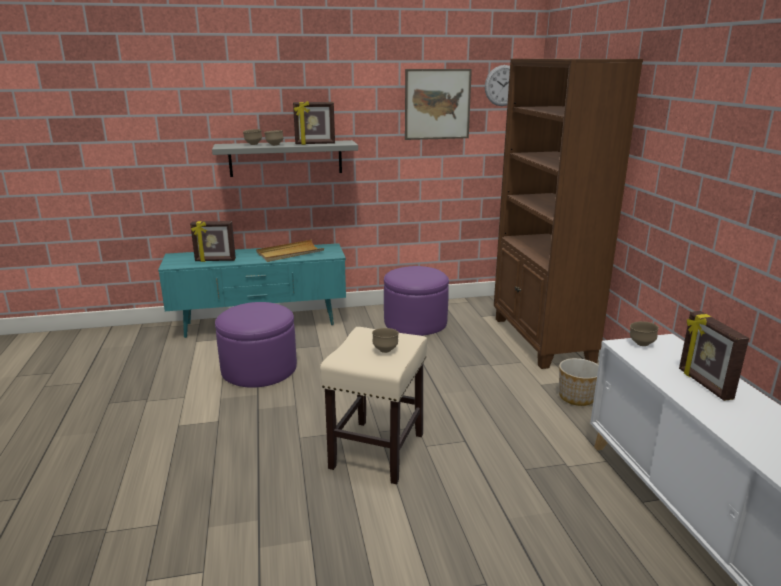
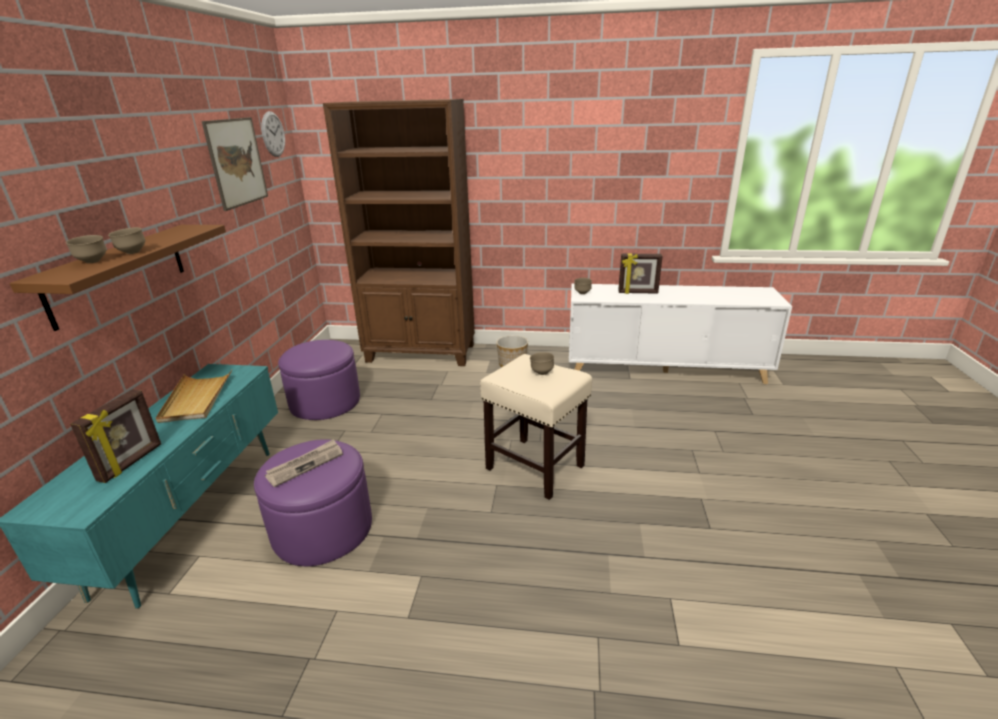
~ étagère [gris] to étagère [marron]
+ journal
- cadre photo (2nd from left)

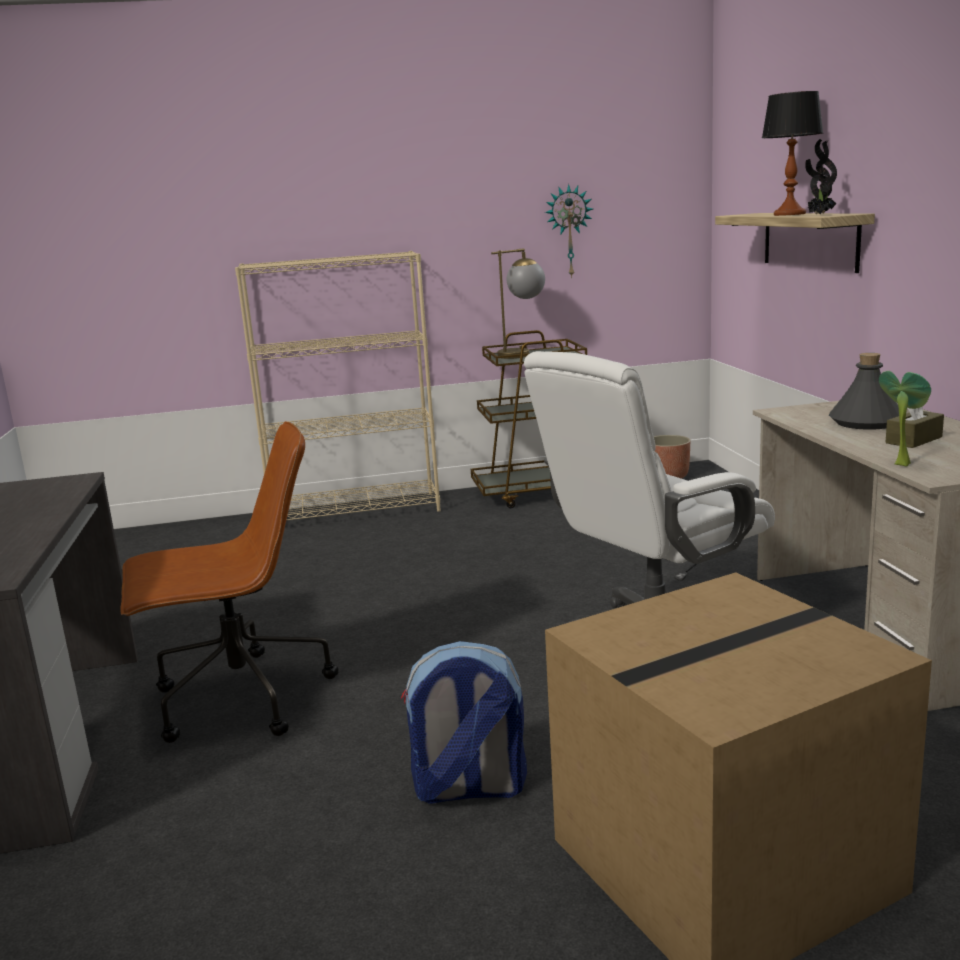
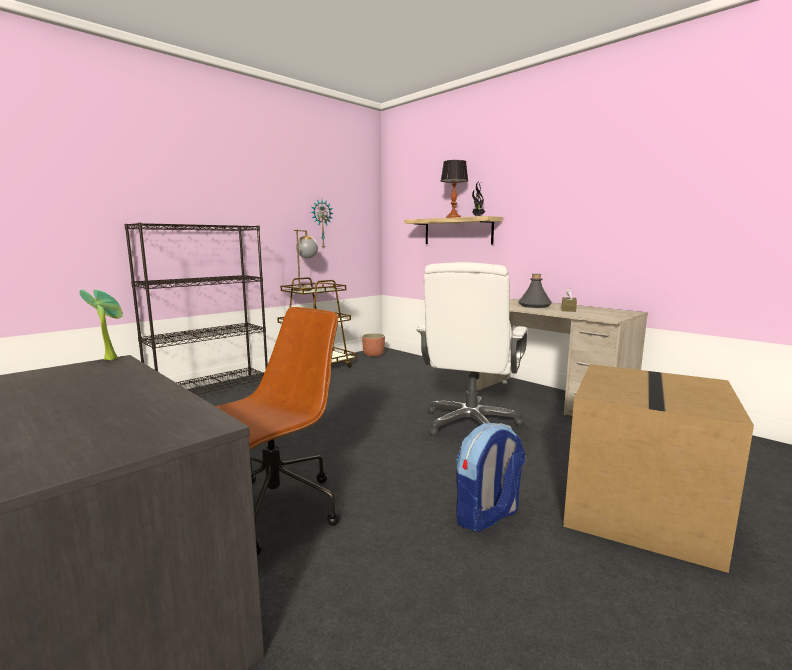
~ plante en pot (2nd from left in the first image) to plante en pot (1st from left)
~ bibliothèque [beige] to bibliothèque [noir]

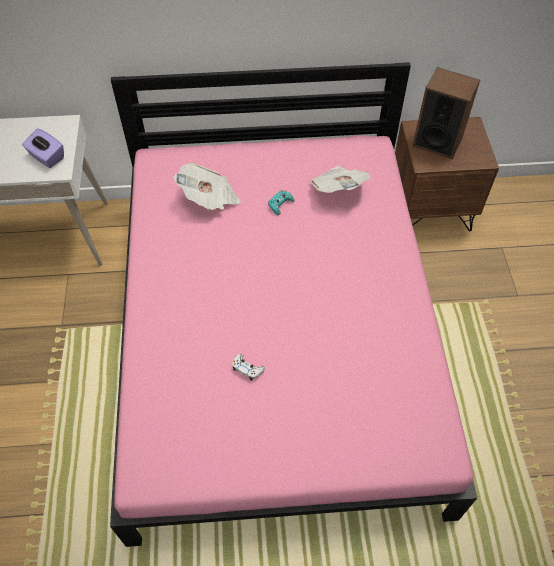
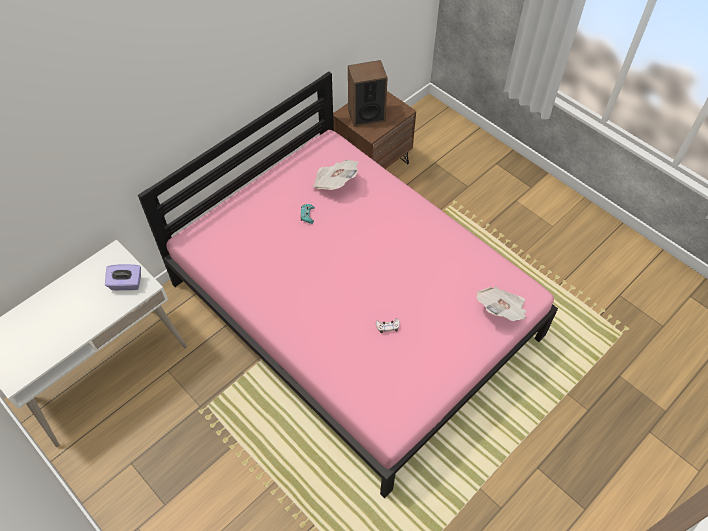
~ journal (1st from left in the first image) to journal (2nd from left)

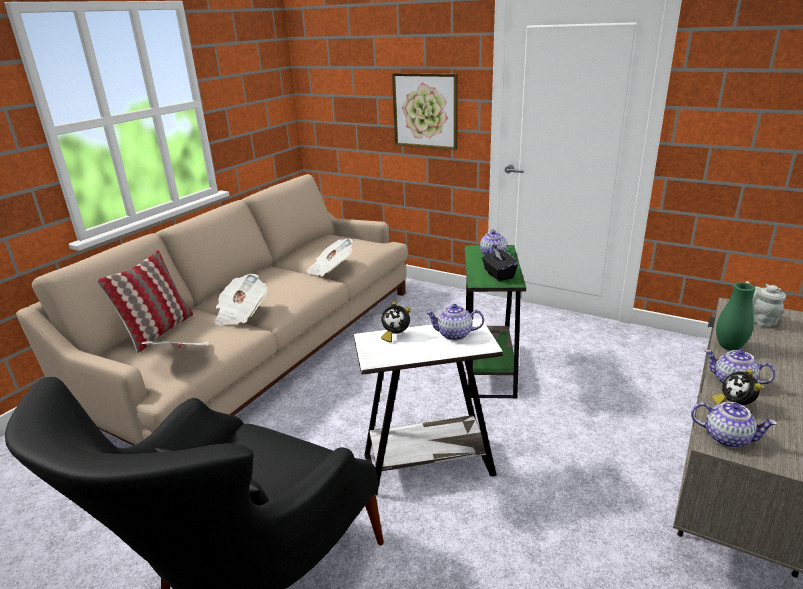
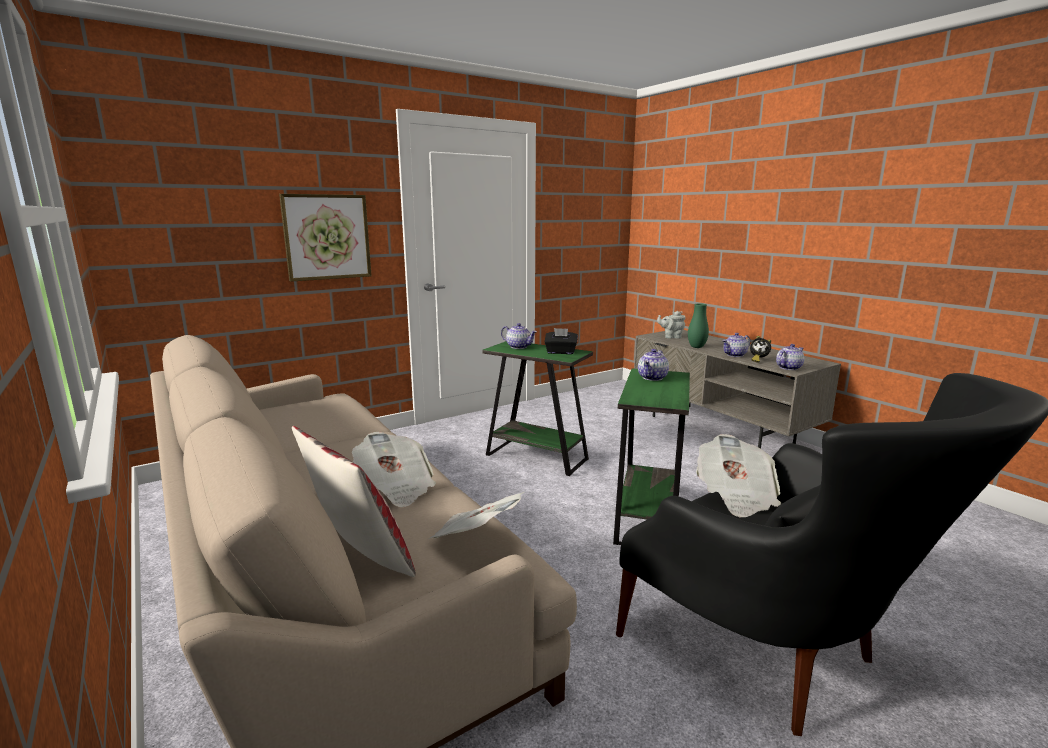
~ table d'appoint [blanc] to table d'appoint [vert] (2nd from left)
~ journal (3rd from left)
- réveil (1st from left)

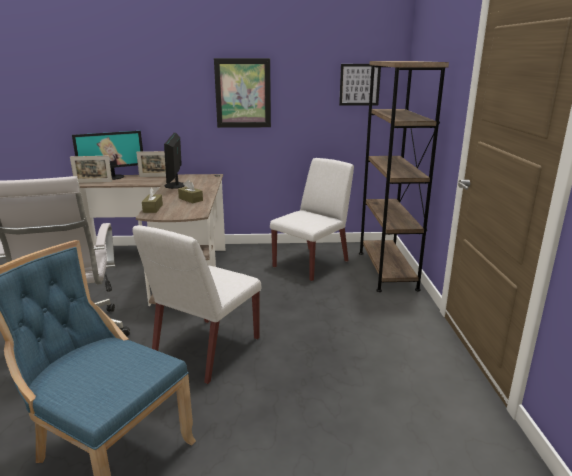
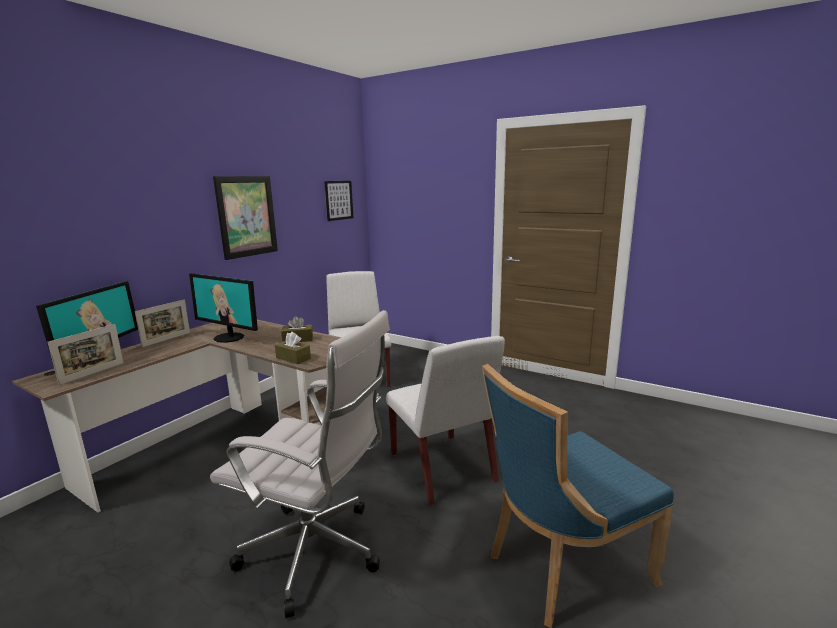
- bibliothèque [marron]

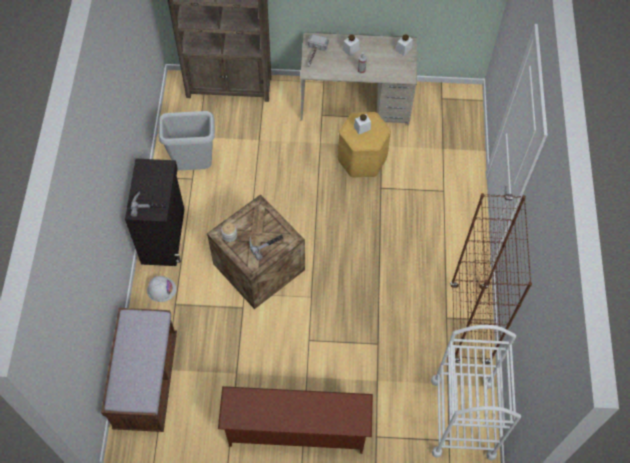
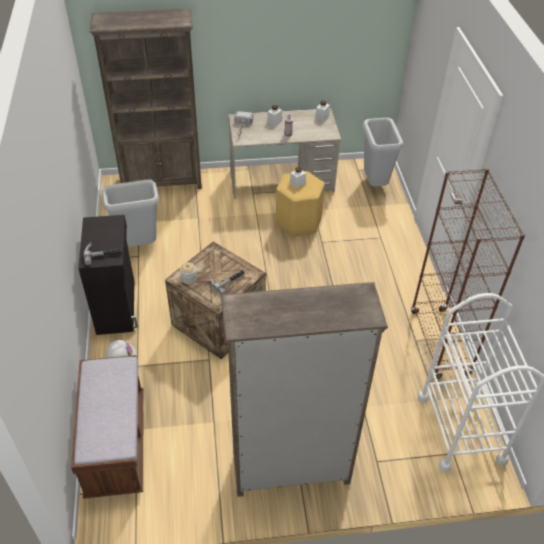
~ étagère à chaussures [marron] to bibliothèque [marron] (2nd from left)
+ poubelle [gris] (2nd from left)

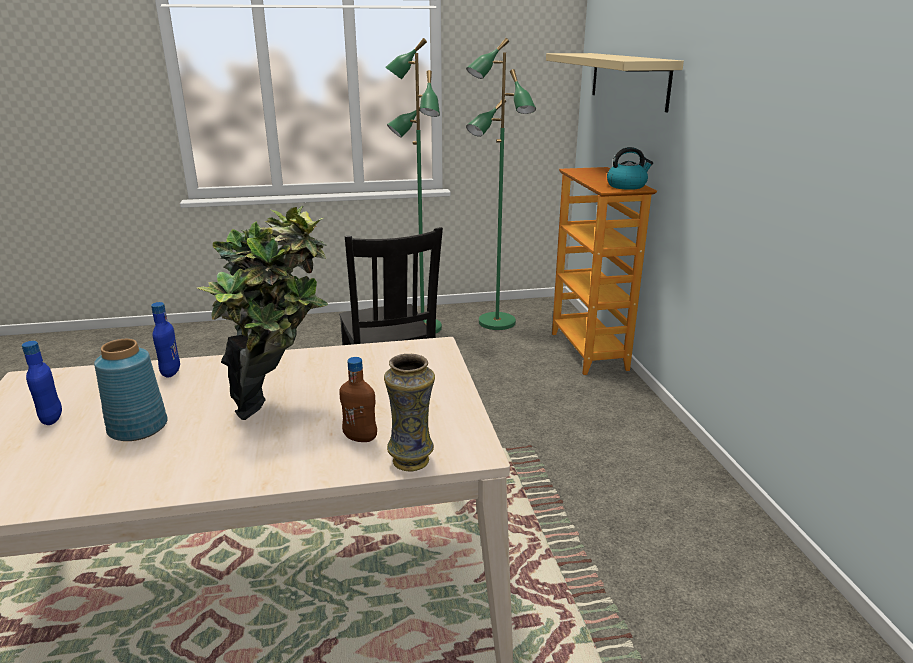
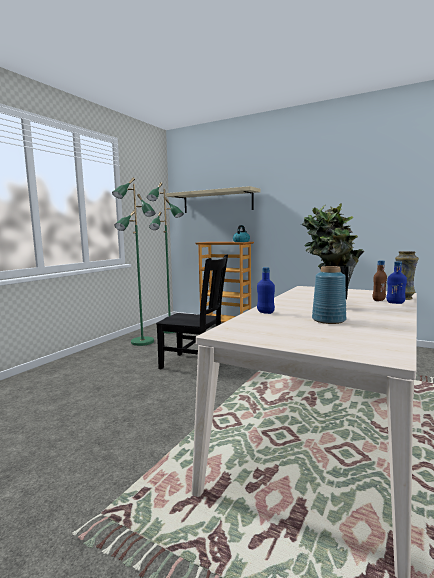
~ bouteille [bleu] (1st from left in the first image) to bouteille [bleu] (2nd from left)

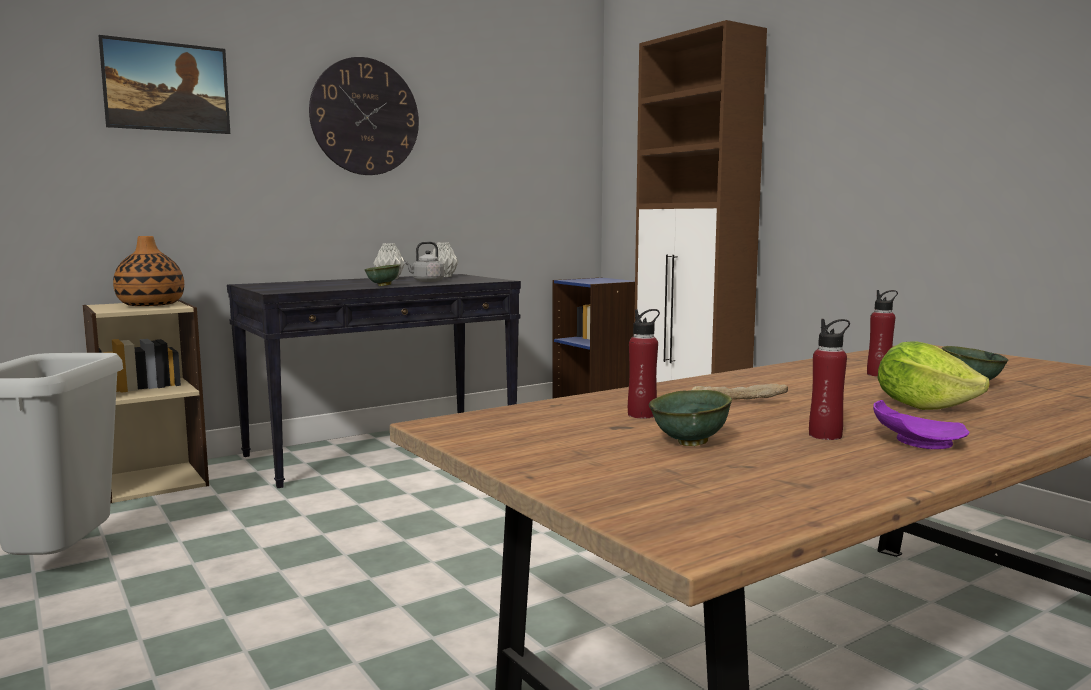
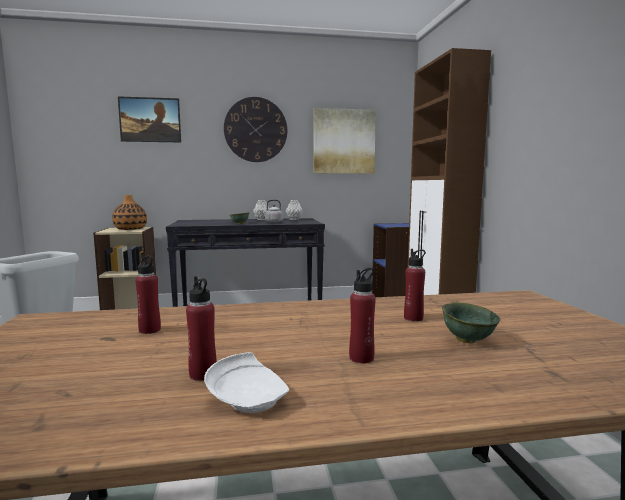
~ assiette [violet] to assiette [blanc]
+ tableau (2nd from left)
~ laitue to bouteille [rouge] (3rd from left)
- bol [vert] (2nd from left)
- pain

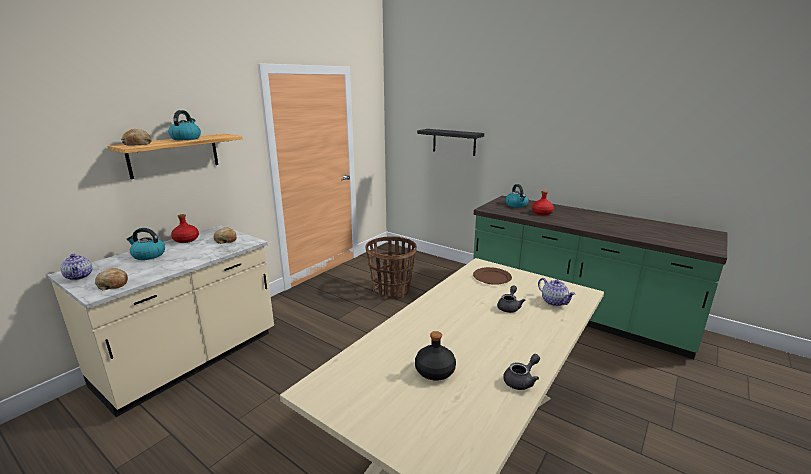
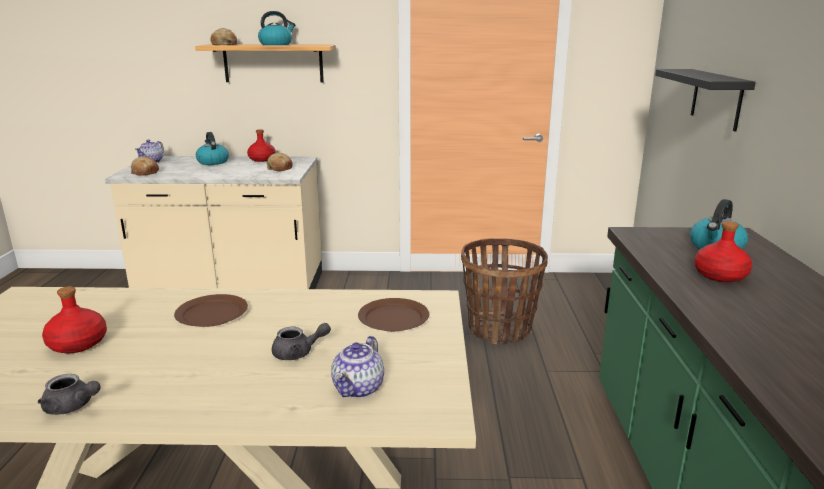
~ bouteille [noir] to bouteille [rouge] (1st from left)
+ assiette [marron] (1st from left)

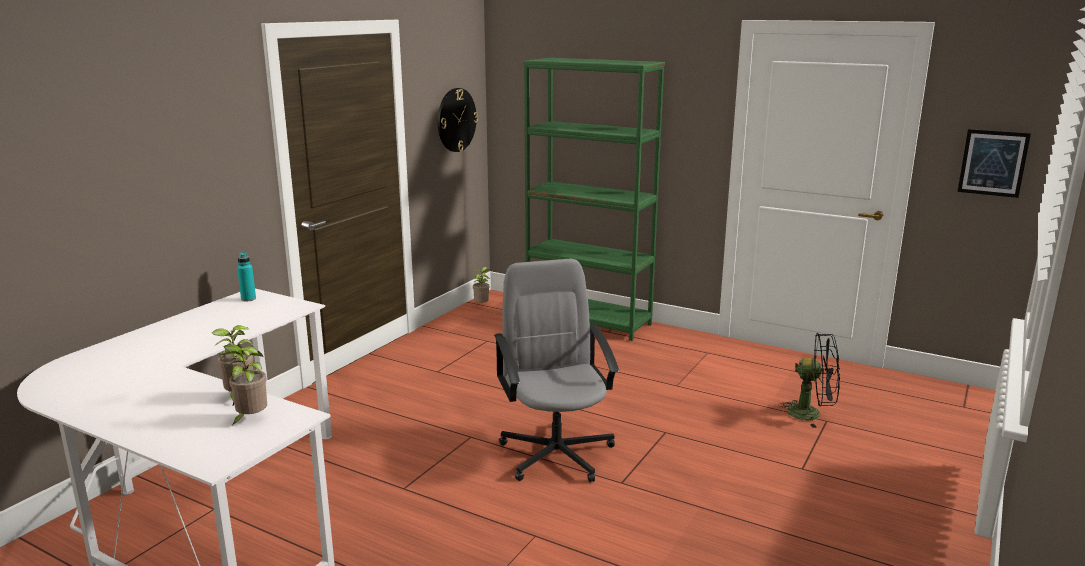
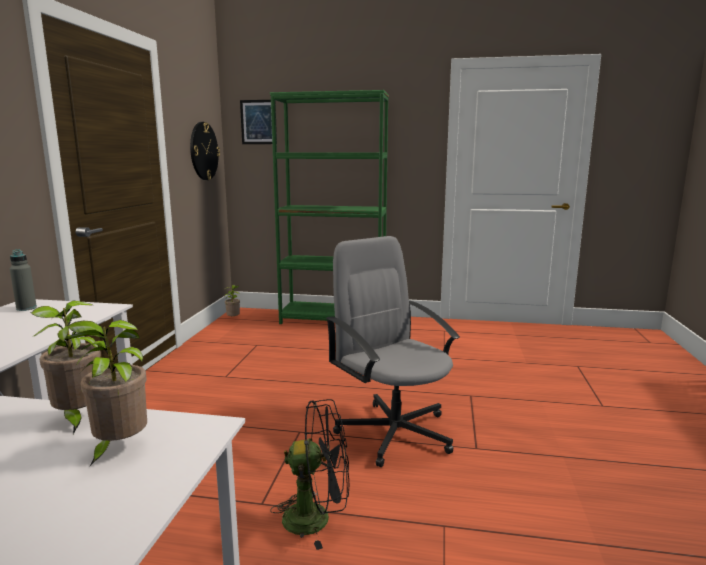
~ bouteille [turquoise] to bouteille [gris]
~ tableau
~ ventilateur [noir]

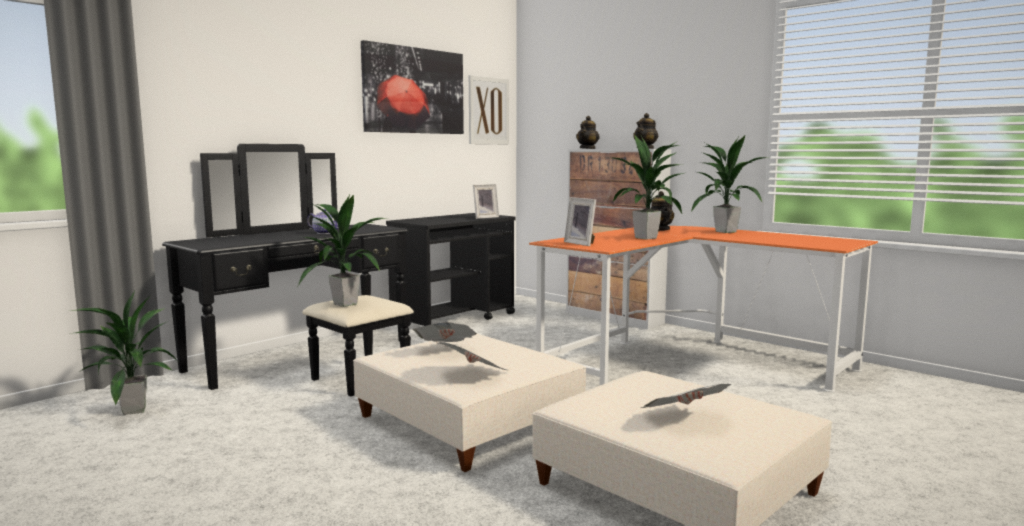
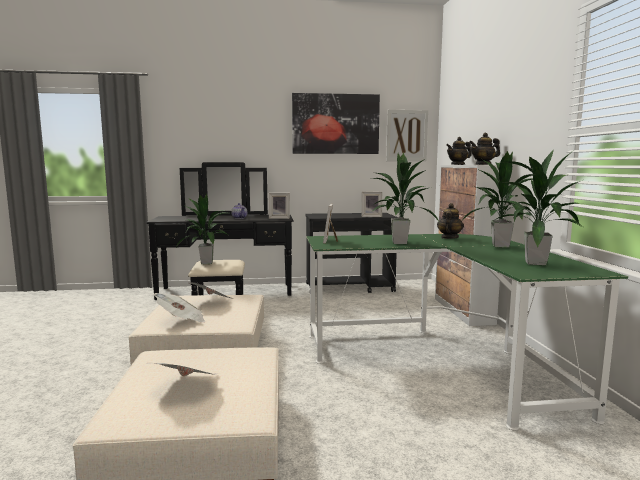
+ cadre photo (1st from left)
~ bureau [orange] to bureau [vert]
~ plante en pot (1st from left in the first image) to plante en pot (4th from left)

